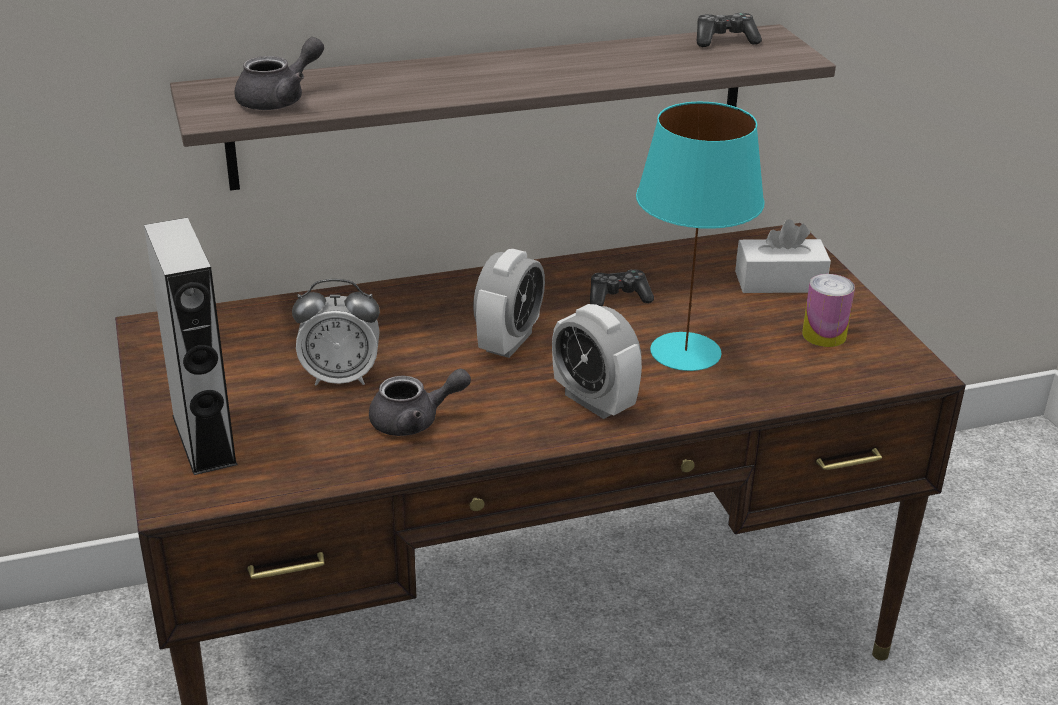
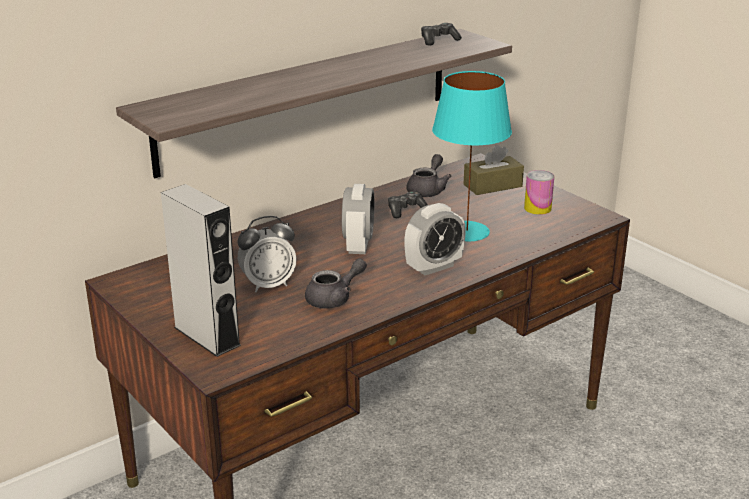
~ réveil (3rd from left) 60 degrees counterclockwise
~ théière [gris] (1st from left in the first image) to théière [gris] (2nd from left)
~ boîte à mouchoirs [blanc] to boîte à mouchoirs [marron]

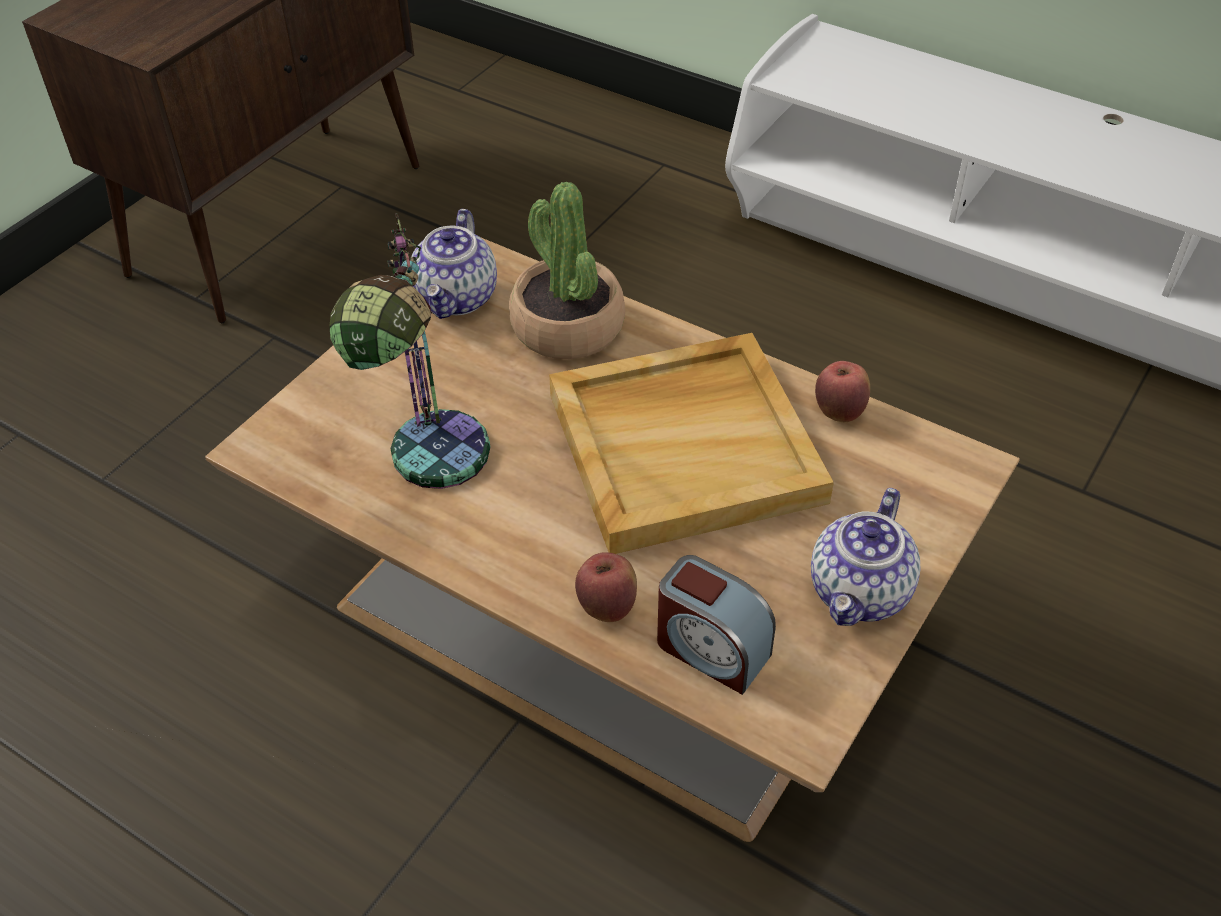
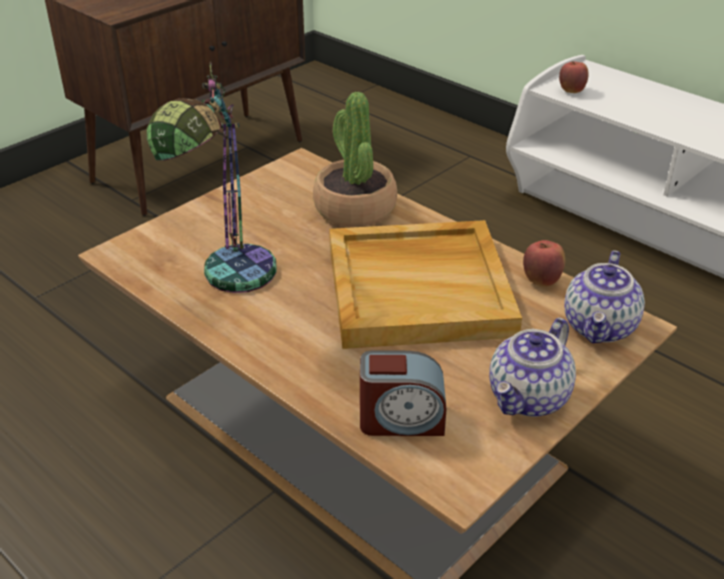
~ réveil 45 degrees counterclockwise
~ pomme (1st from left in the first image) to pomme (2nd from left)
~ théière (1st from left in the first image) to théière (2nd from left)

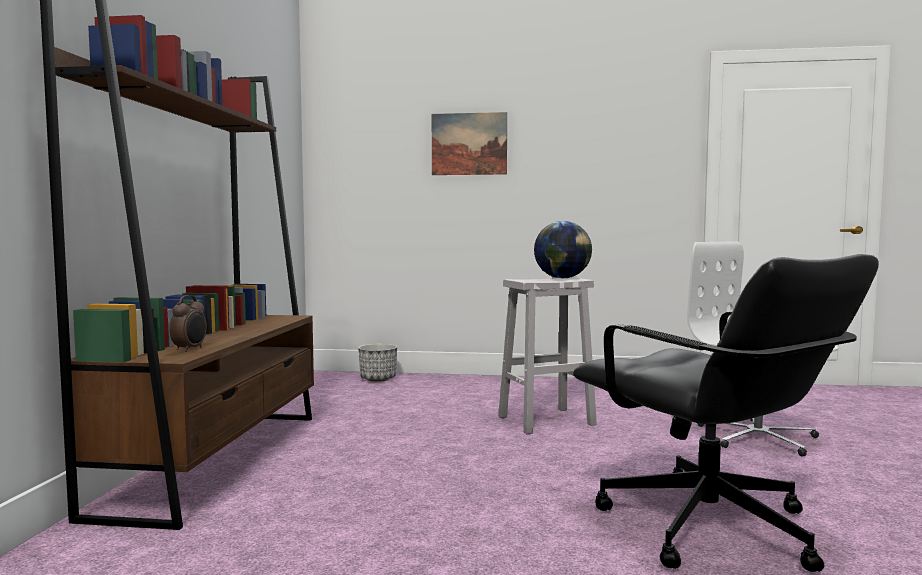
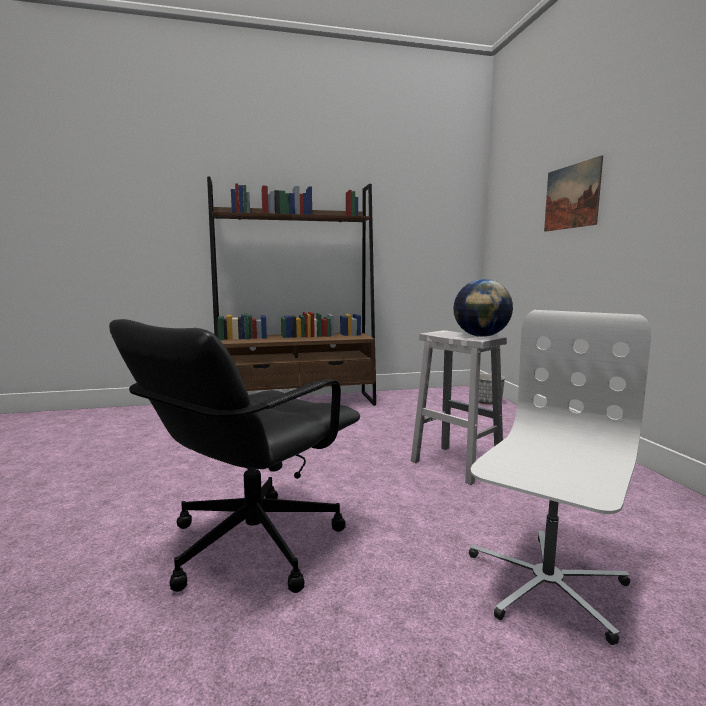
- réveil

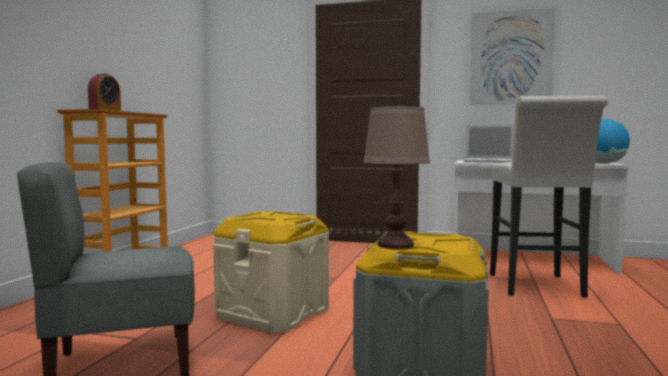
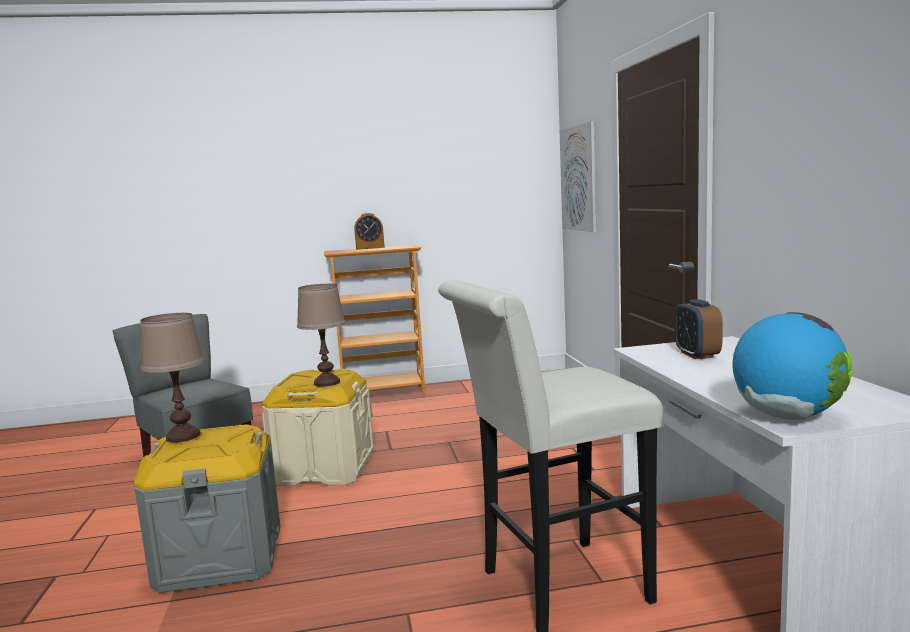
+ lampe de table [marron] (2nd from left)
~ tableau
~ ordinateur portable to réveil (2nd from left)

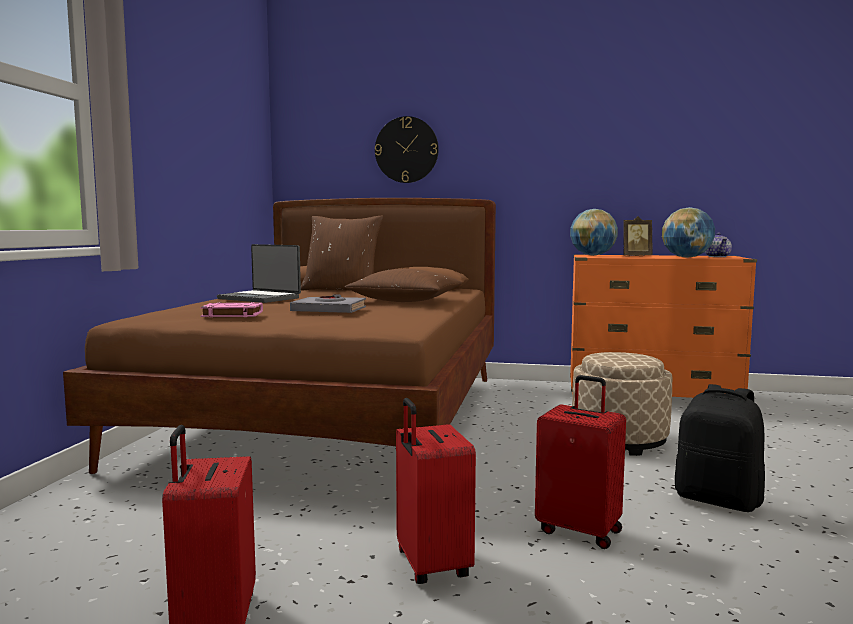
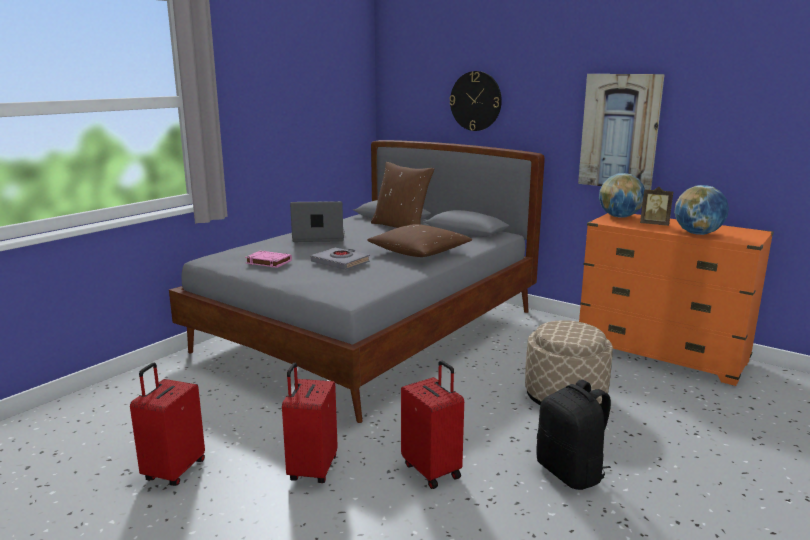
~ lit [marron] to lit [gris]
~ ordinateur portable 120 degrees clockwise
+ tableau
- théière

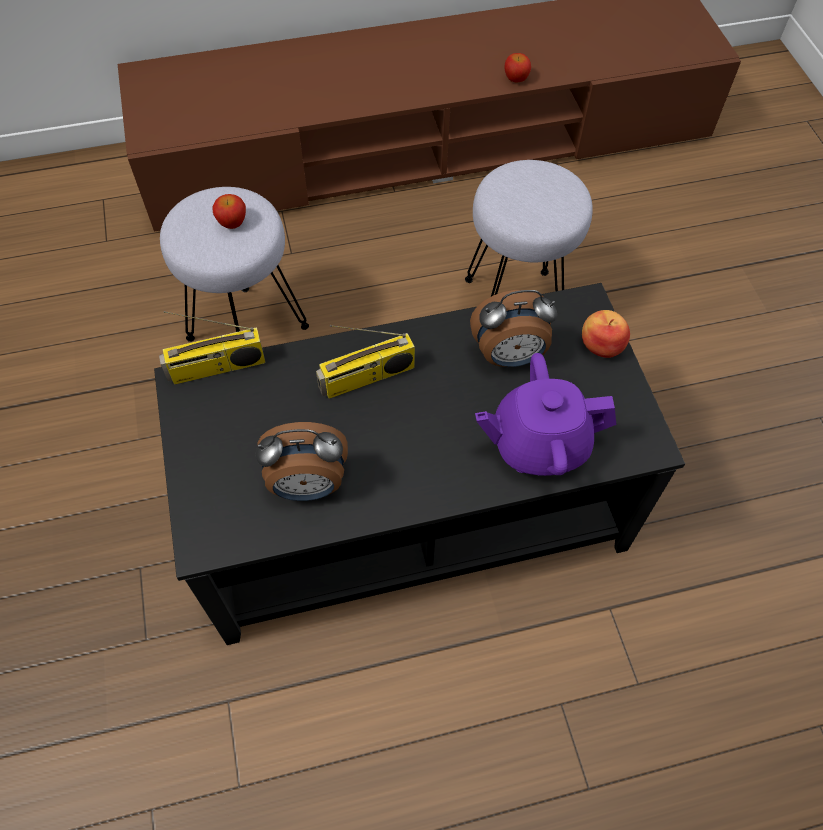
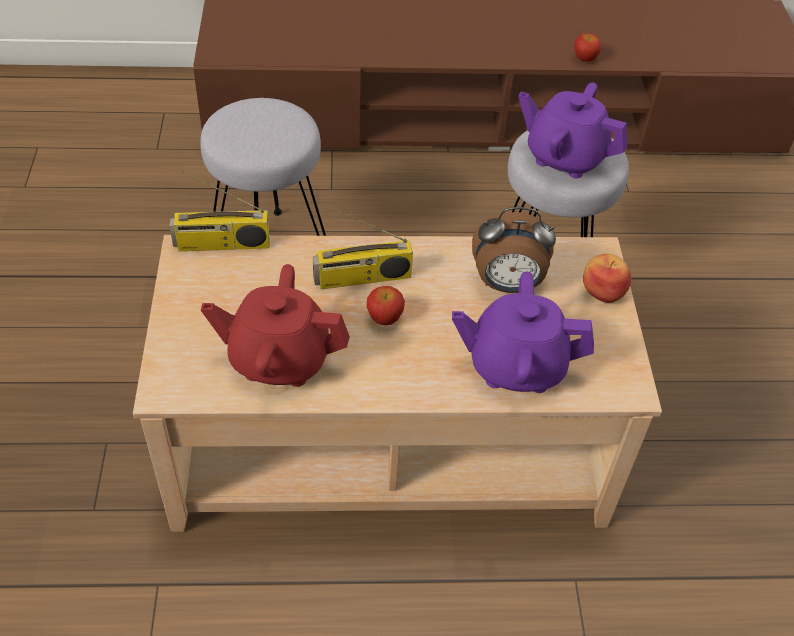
~ table basse [noir] to table basse [beige]
~ réveil (1st from left) to théière [rouge]
~ pomme (1st from left)
+ théière [violet] (2nd from left)

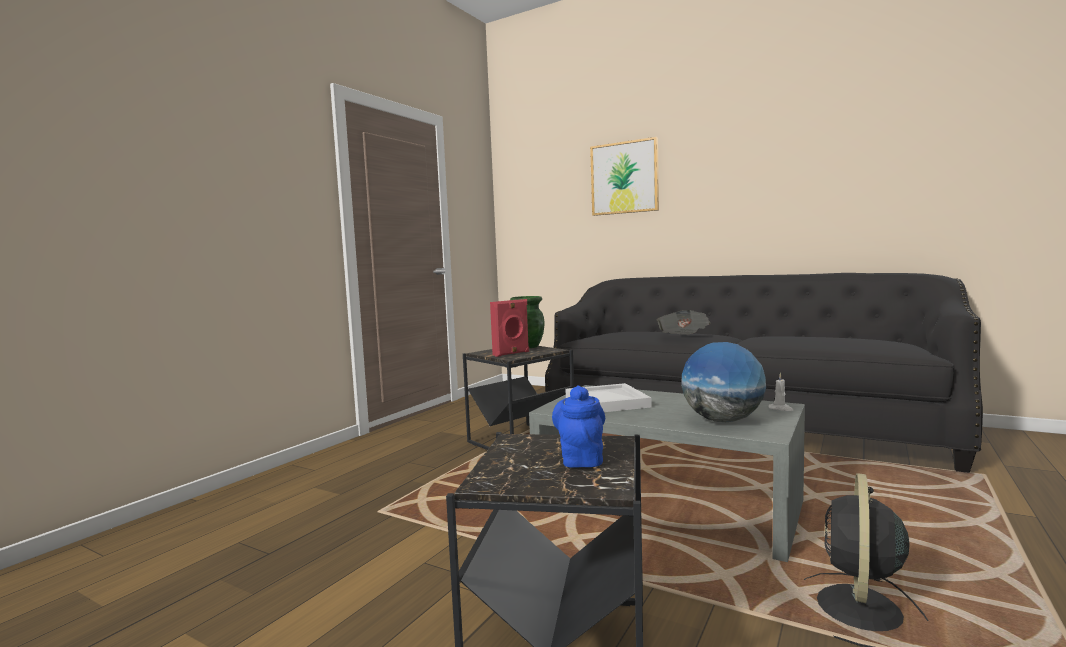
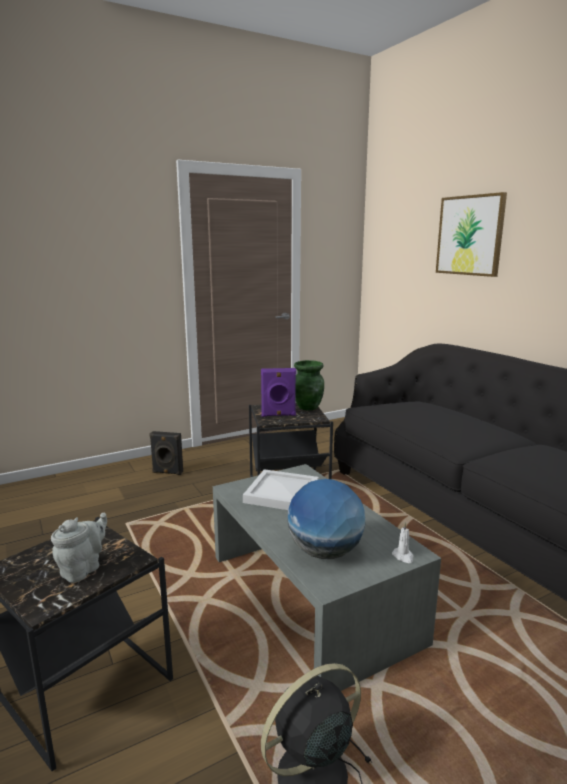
~ théière [bleu] to théière [gris]
+ enceinte [noir]
~ enceinte [rouge] to enceinte [violet]
- journal

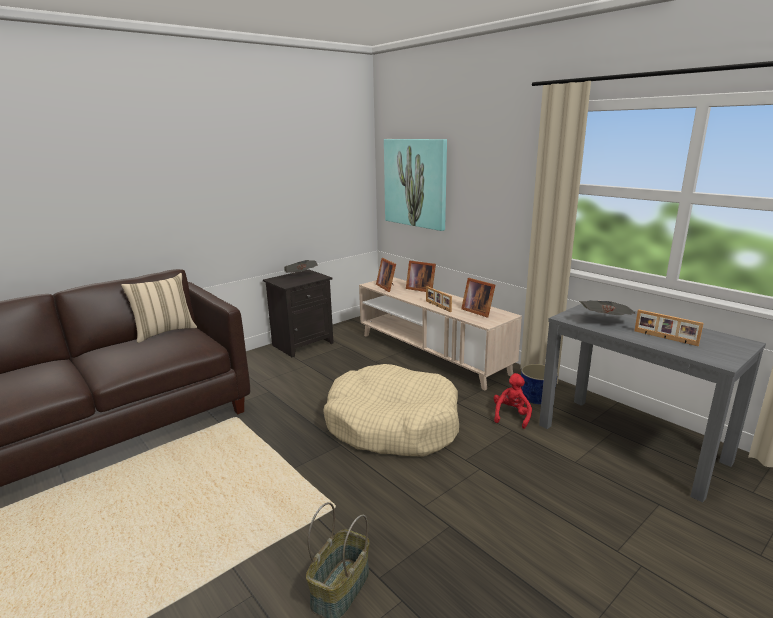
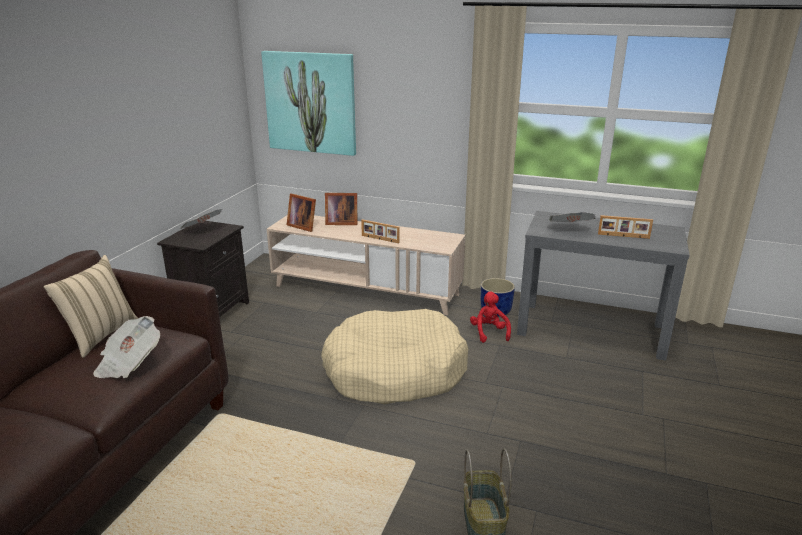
+ journal (1st from left)
- cadre photo (4th from left)

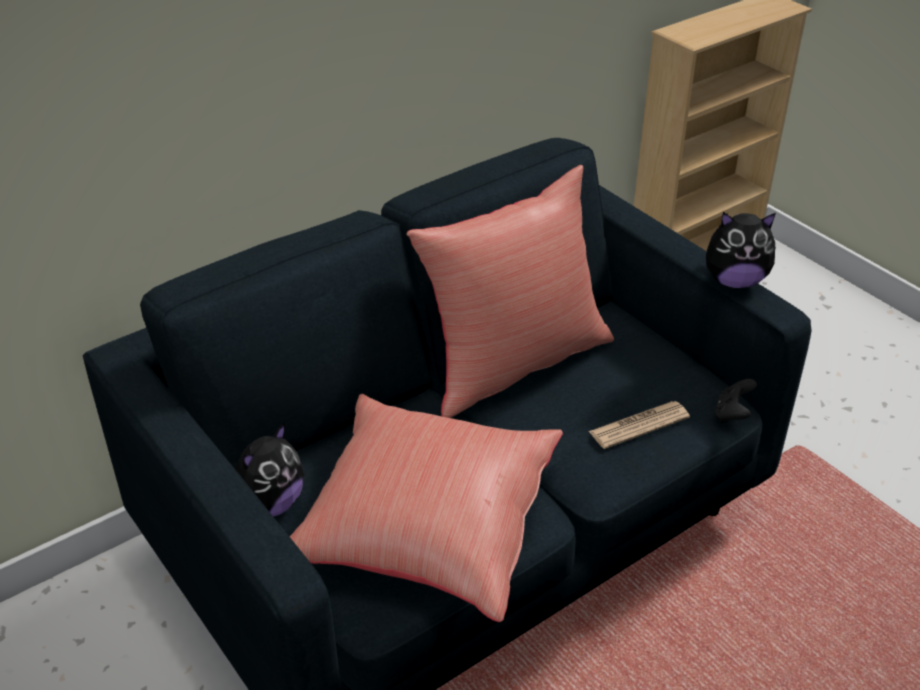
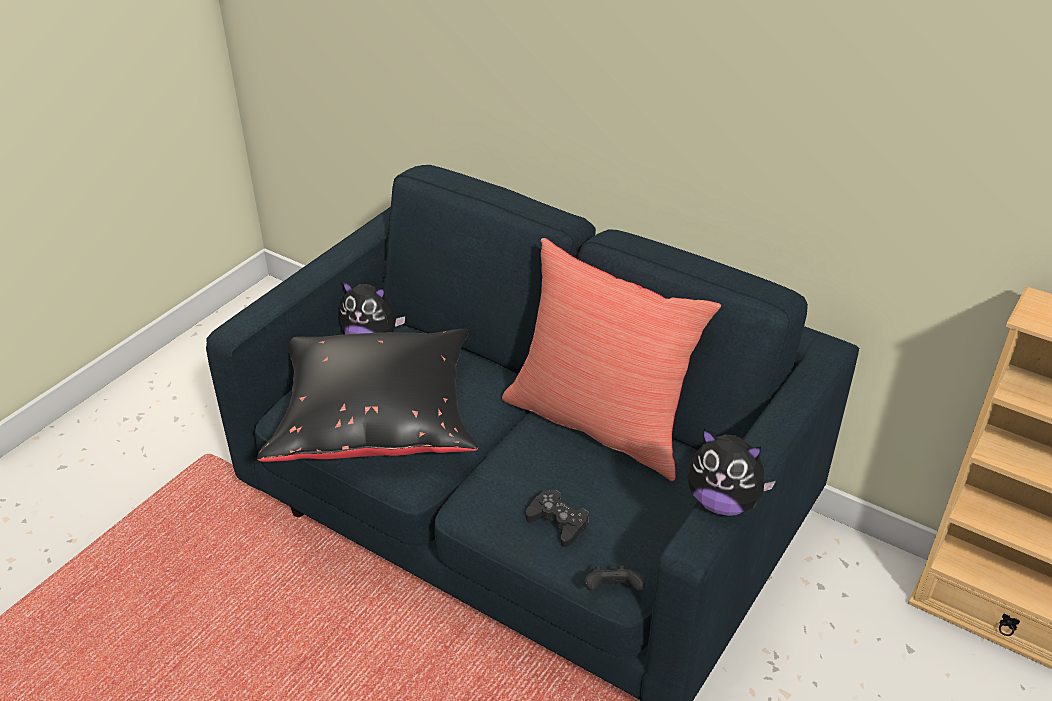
~ coussin [rouge] (1st from left) to coussin [noir]
~ journal to manette [noir] (1st from left)
~ peluche (2nd from left) 45 degrees counterclockwise

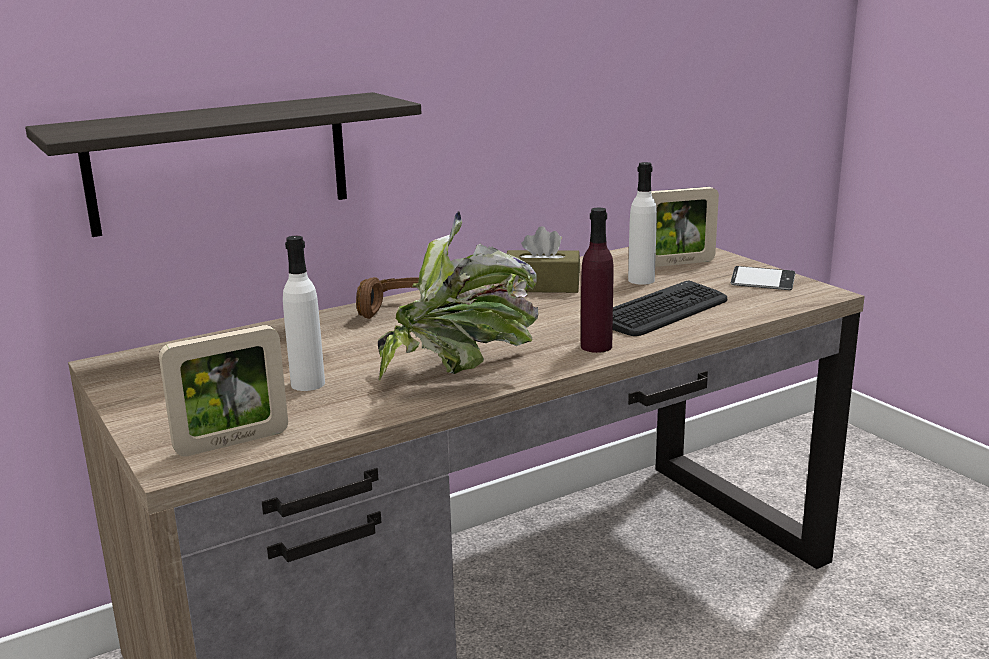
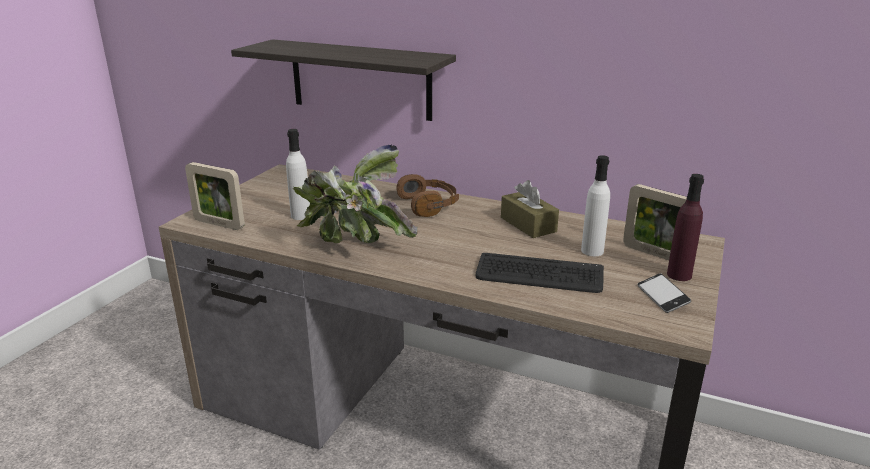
~ bouteille [violet]

